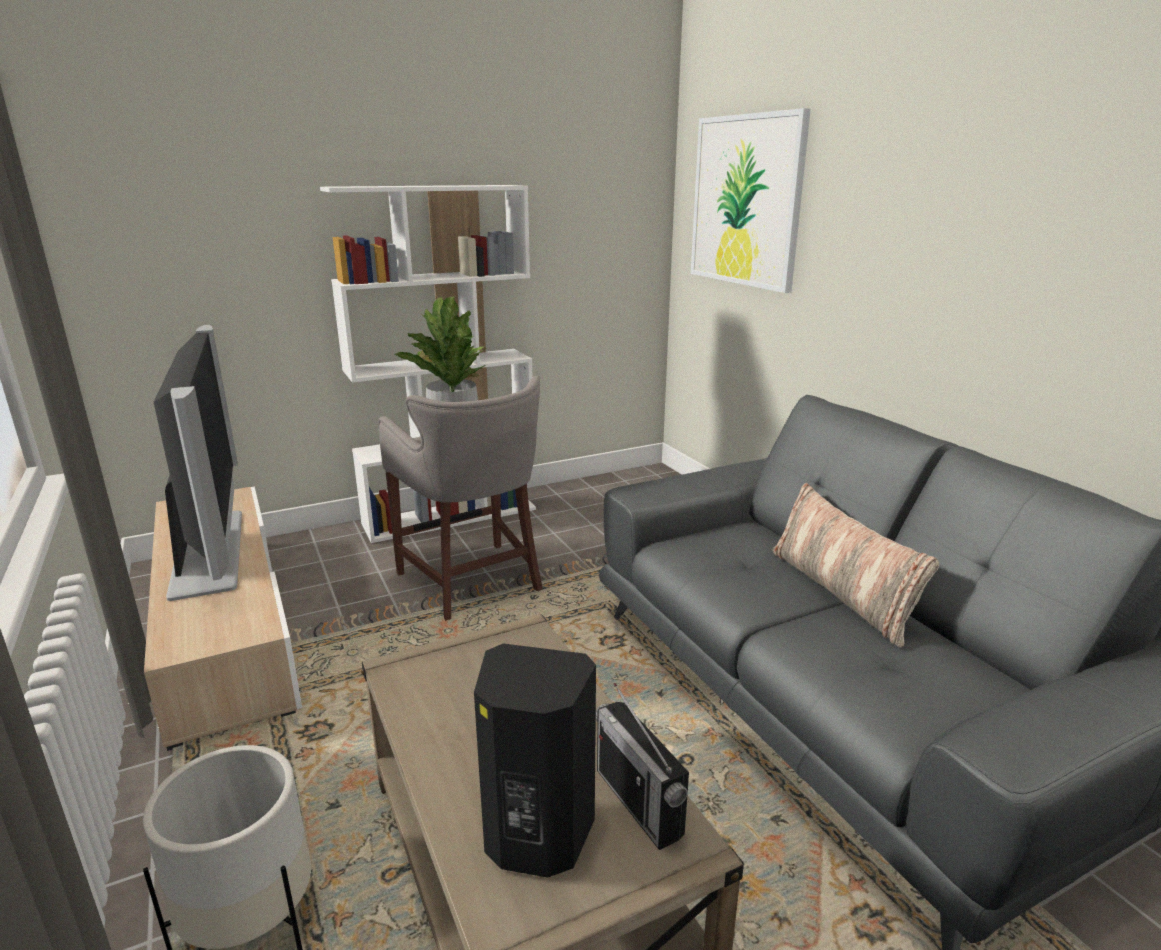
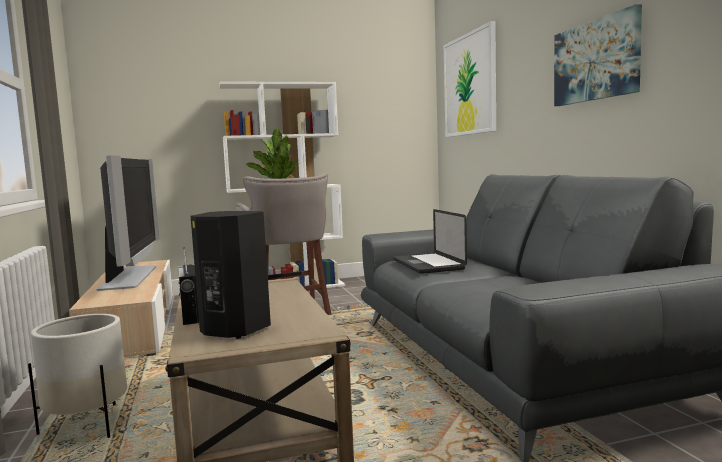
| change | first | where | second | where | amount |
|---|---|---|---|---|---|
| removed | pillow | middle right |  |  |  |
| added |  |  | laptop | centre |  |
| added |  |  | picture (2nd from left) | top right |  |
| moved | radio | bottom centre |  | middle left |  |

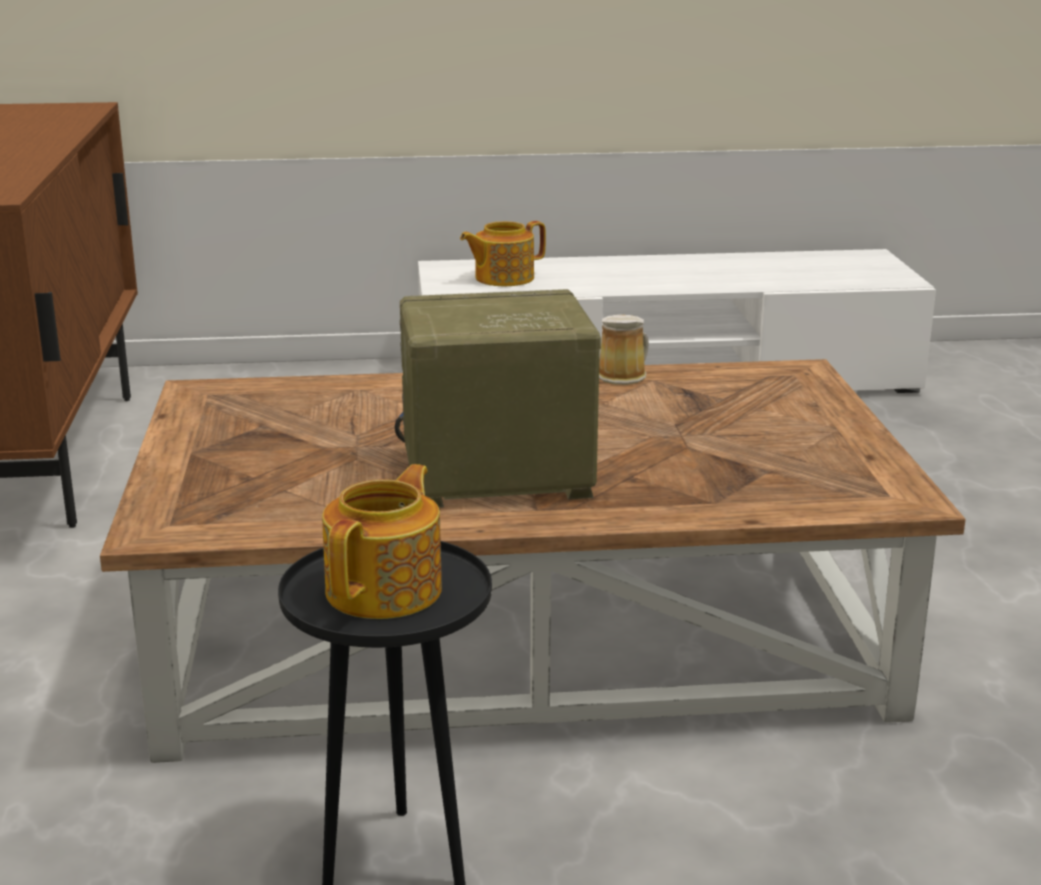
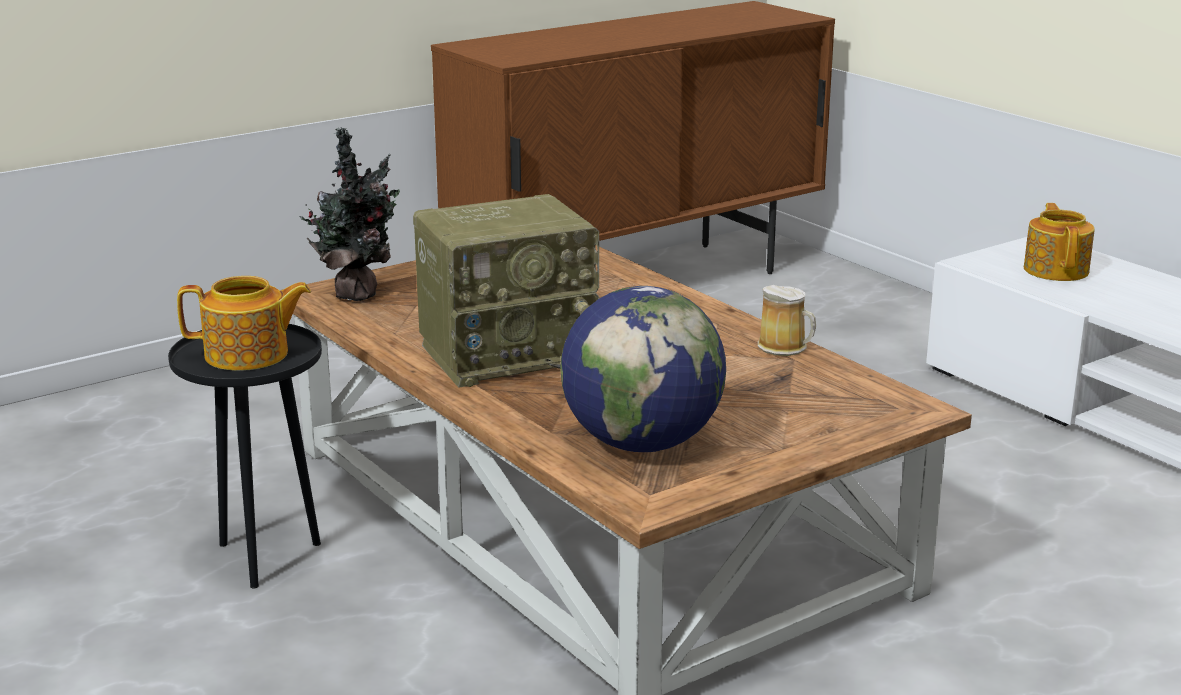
| change | first | where | second | where | amount |
|---|---|---|---|---|---|
| added |  |  | potted_plant | top left |  |
| added |  |  | globe | centre |  |
| turned | radio | centre |  | centre | 105 degrees clockwise |
| turned | teapot (2nd from left) | top centre |  | middle right | 60 degrees clockwise |

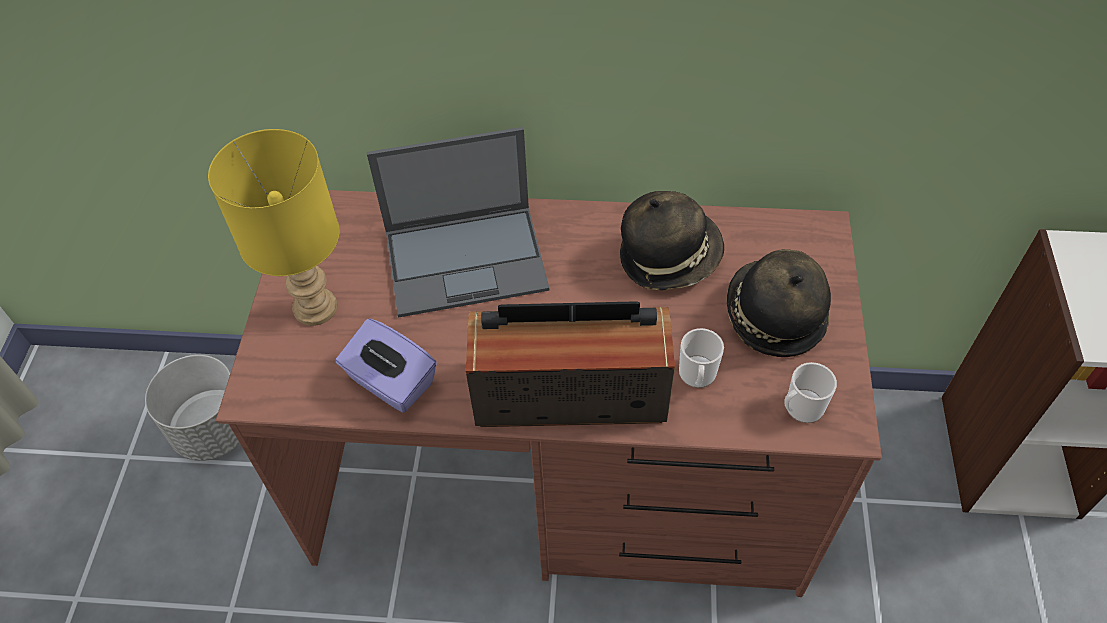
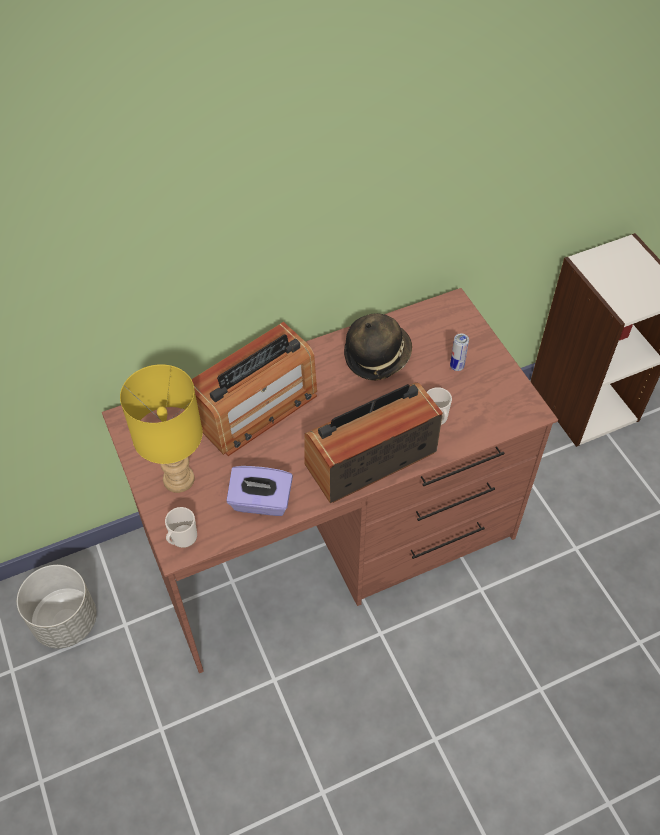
| change | first | where | second | where | amount |
|---|---|---|---|---|---|
| moved | mug (2nd from left in the first image) | middle right | mug (1st from left) | middle left |  |
| replaced | laptop | centre | radio (1st from left) | centre |  |
| replaced | hat (2nd from left) | middle right | can | middle right |  |

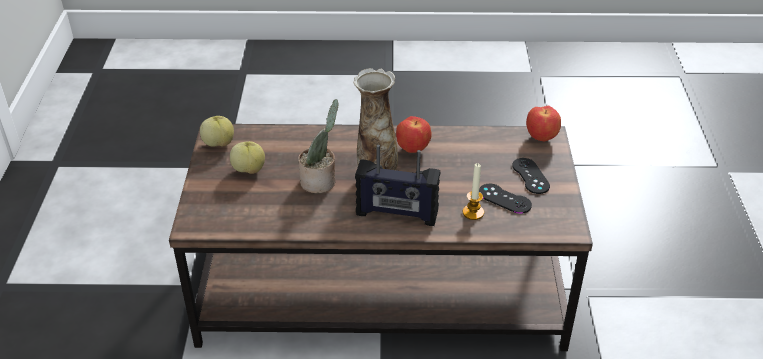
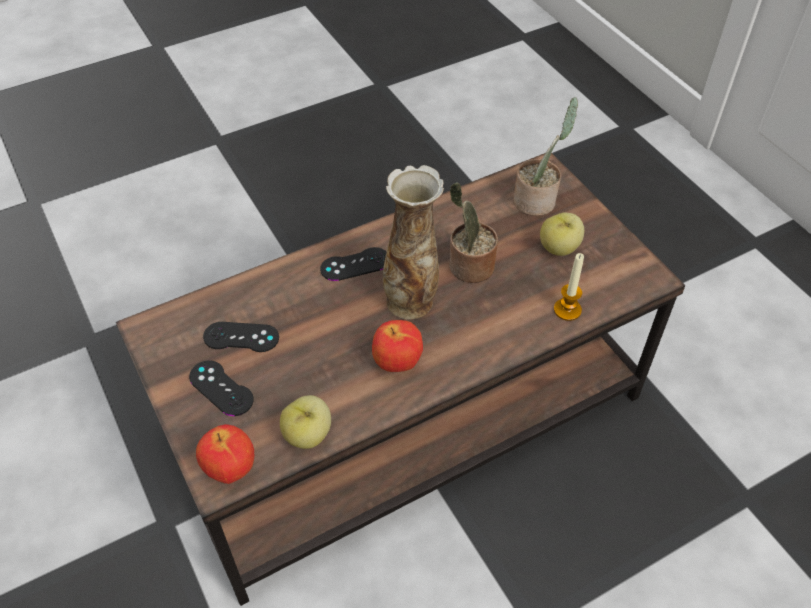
| change | first | where | second | where | amount |
|---|---|---|---|---|---|
| added |  |  | potted_plant (2nd from left) | top right |  |
| moved | apple (1st from left in the first image) | middle left | apple (2nd from left) | bottom centre |  |
| moved | candle | centre |  | middle right |  |
| replaced | radio | centre | black_game_controller (3rd from left) | centre |  |

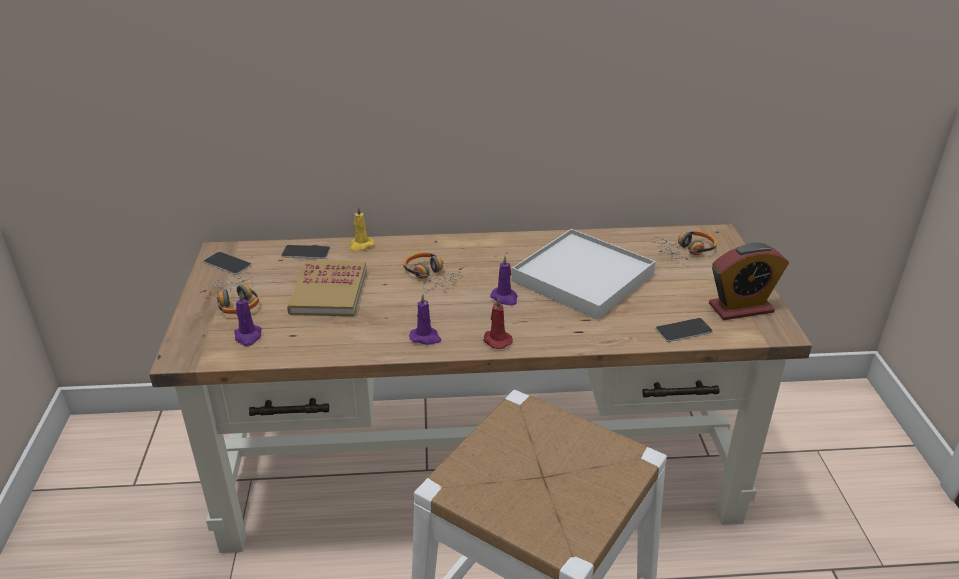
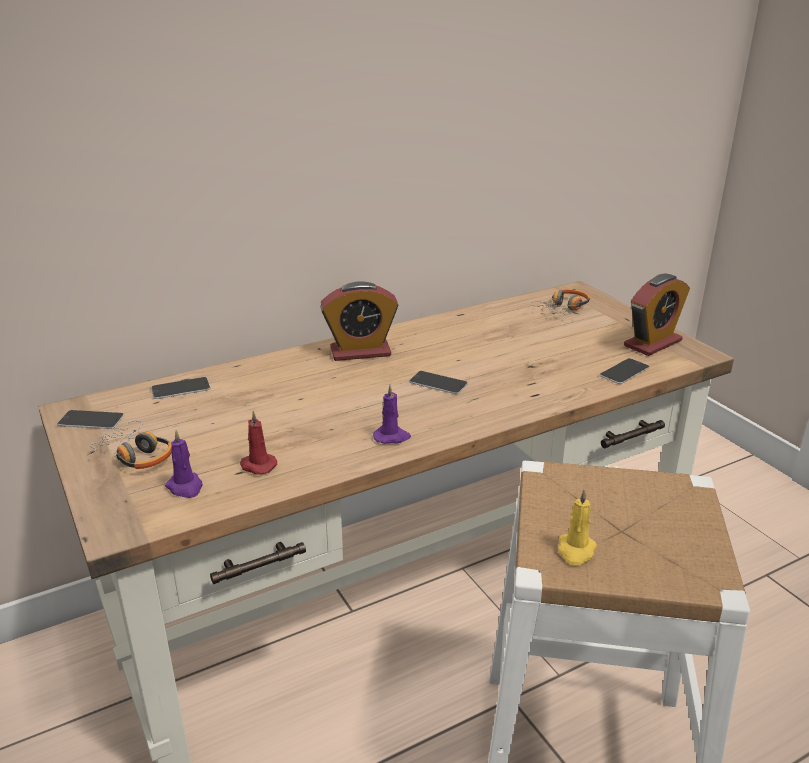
| change | first | where | second | where | amount |
|---|---|---|---|---|---|
| removed | book | centre |  |  |  |
| removed | headphones (2nd from left) | centre |  |  |  |
| removed | white_tray | centre |  |  |  |
| added |  |  | alarm_clock (1st from left) | centre |  |
| moved | yellow_candle | centre |  | bottom right |  |
| moved | red_candle | centre |  | middle left |  |
| replaced | purple_candle (3rd from left) | centre | phone (3rd from left) | centre |  |

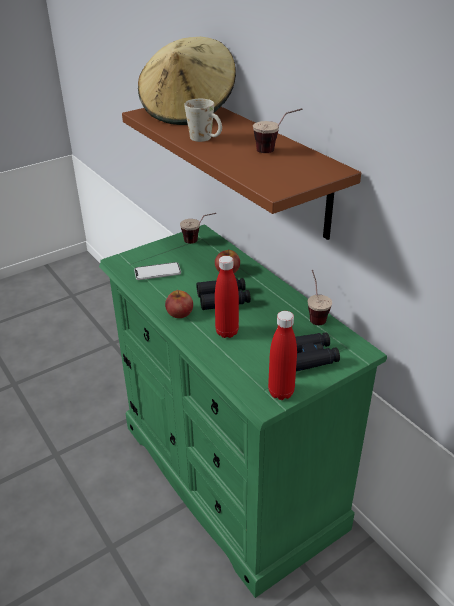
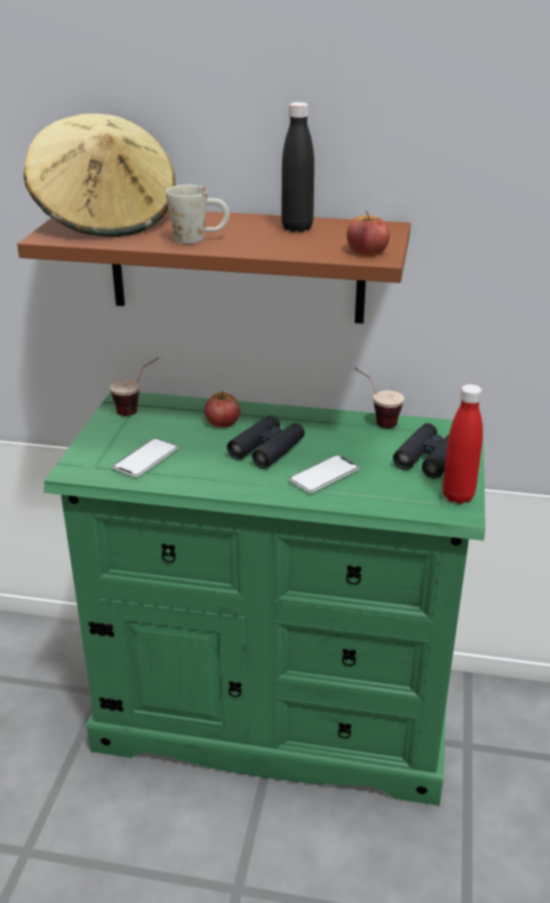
| change | first | where | second | where | amount |
|---|---|---|---|---|---|
| moved | apple (1st from left in the first image) | centre | apple (2nd from left) | top right |  |
| replaced | red_bottle (1st from left) | centre | phone (2nd from left) | centre |  |
| replaced | cup (2nd from left) | top centre | black_bottle | top centre |  |

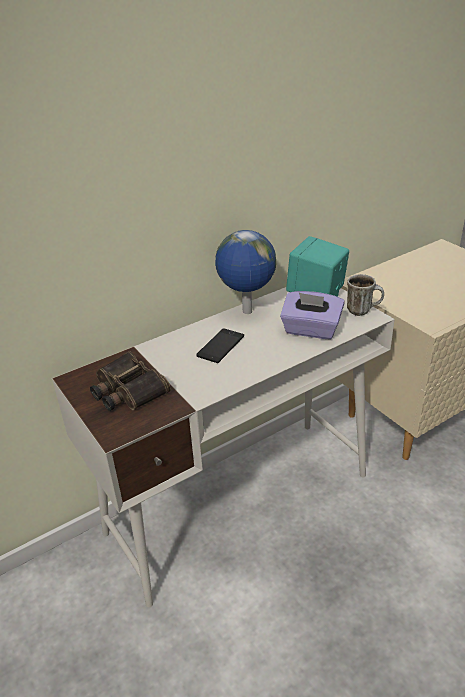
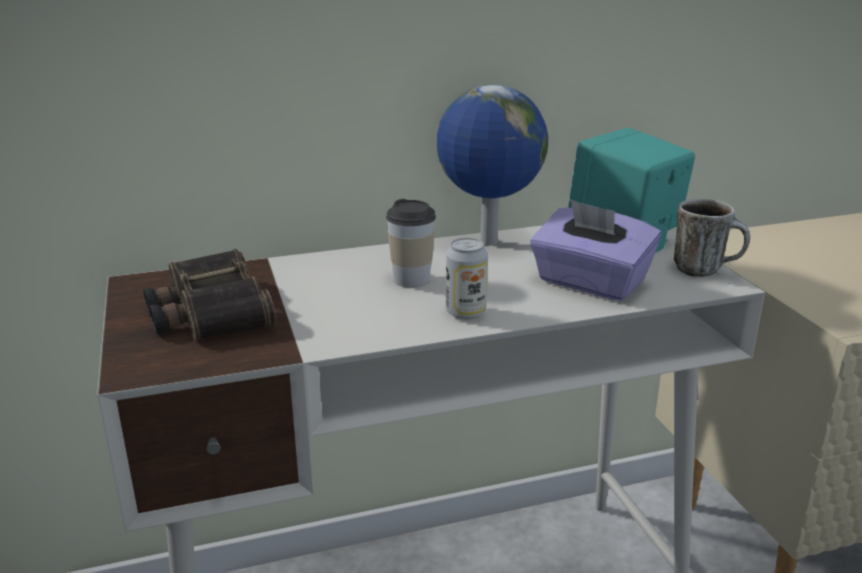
| change | first | where | second | where | amount |
|---|---|---|---|---|---|
| added |  |  | can | centre |  |
| replaced | phone | centre | cup | centre |  |

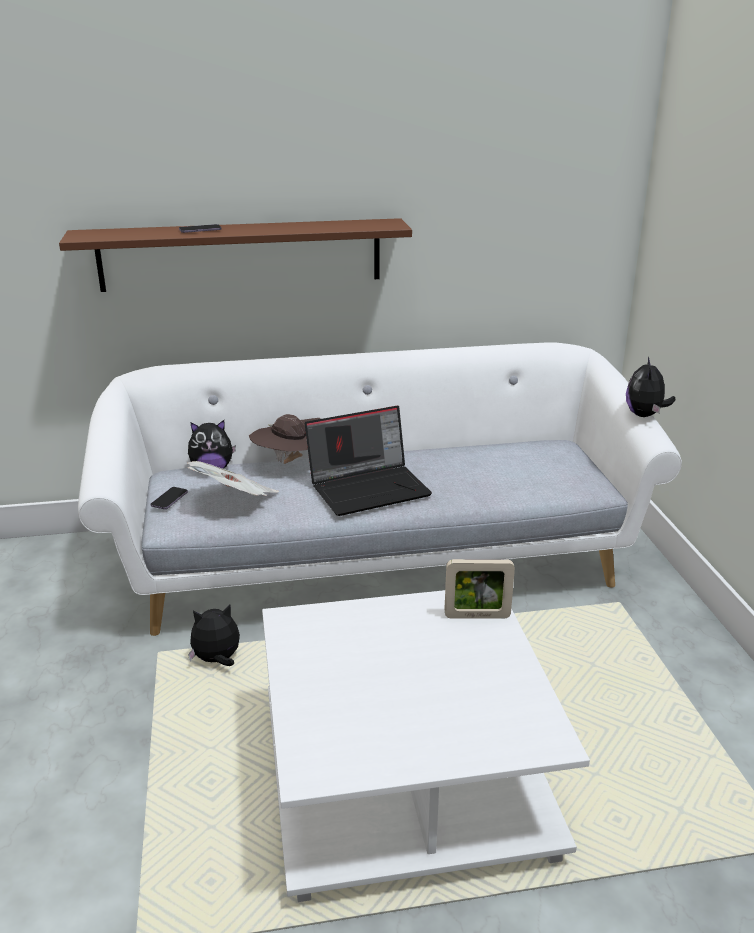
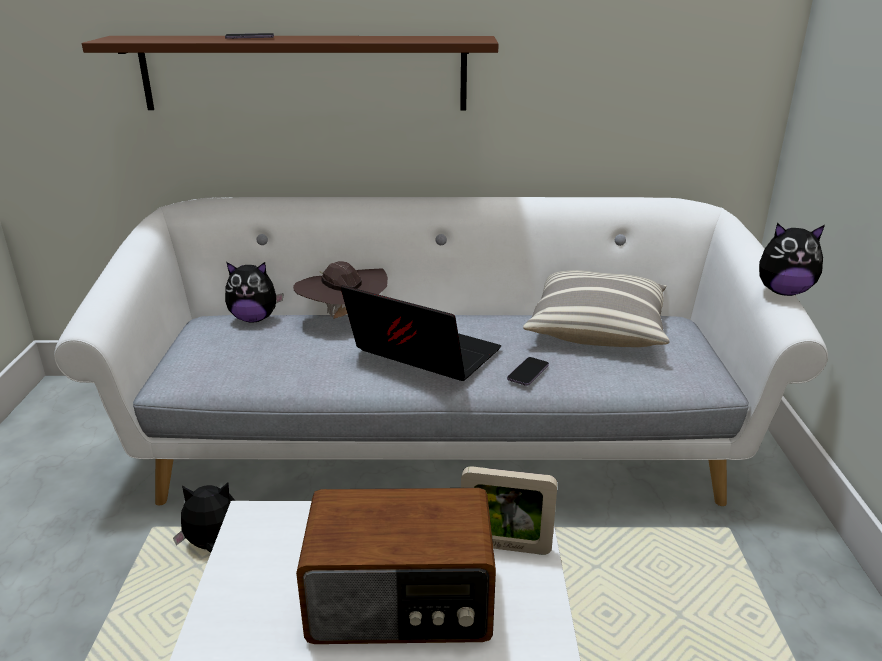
| change | first | where | second | where | amount |
|---|---|---|---|---|---|
| removed | newspaper | middle left |  |  |  |
| added |  |  | radio | bottom centre |  |
| added |  |  | pillow | middle right |  |
| moved | phone (1st from left in the first image) | middle left | phone (2nd from left) | centre |  |
| turned | laptop | centre |  | centre | 135 degrees counterclockwise |
| turned | plush_toy (3rd from left) | middle right |  | middle right | 105 degrees counterclockwise |

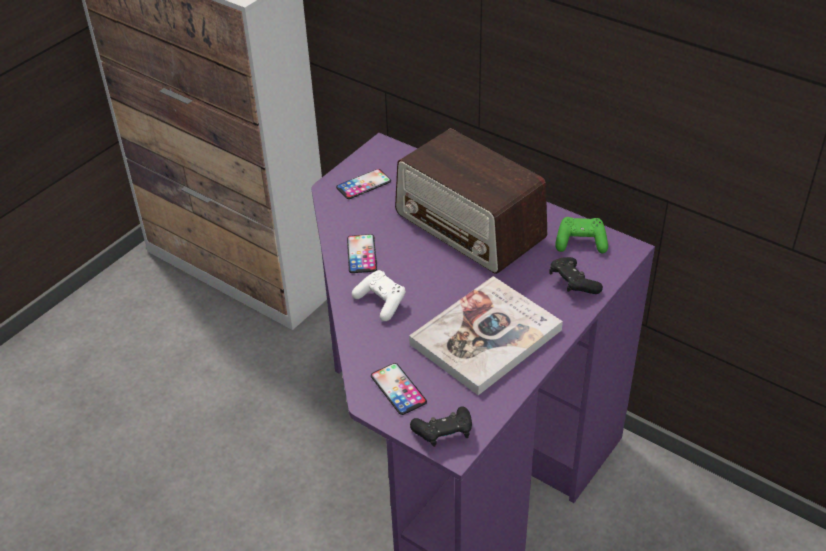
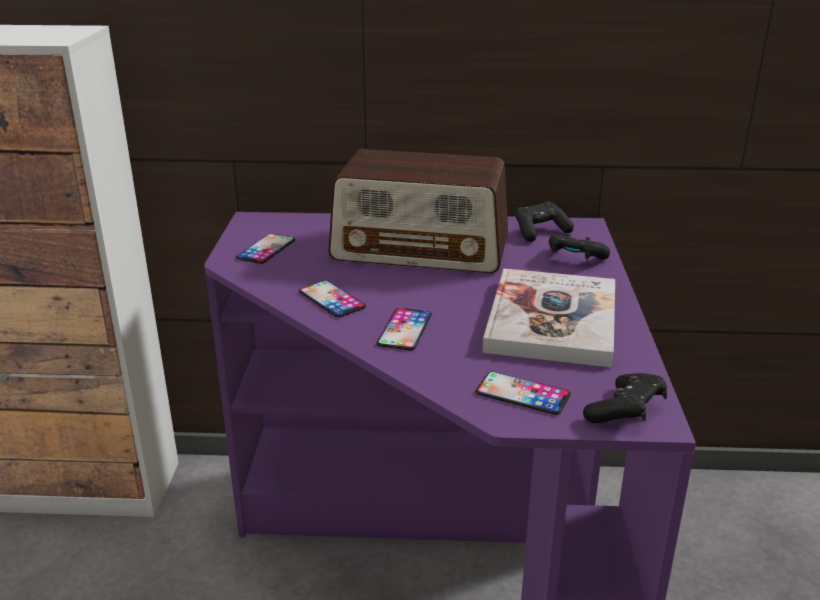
| change | first | where | second | where | amount |
|---|---|---|---|---|---|
| replaced | white_game_controller | centre | phone (3rd from left) | centre |  |
| recoloured | green_game_controller | middle right | black_game_controller (1st from left) | centre |  |

